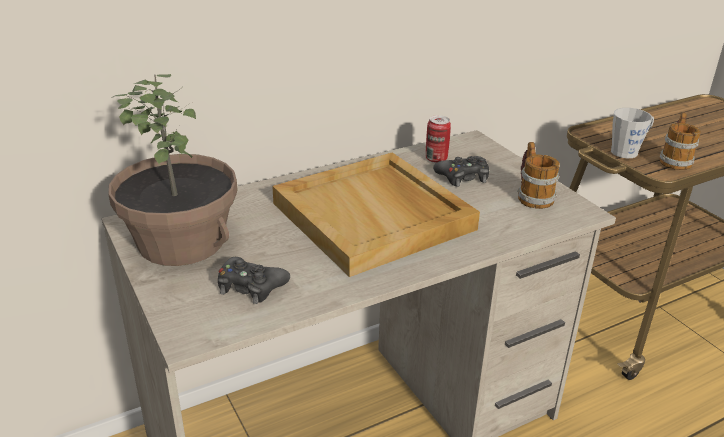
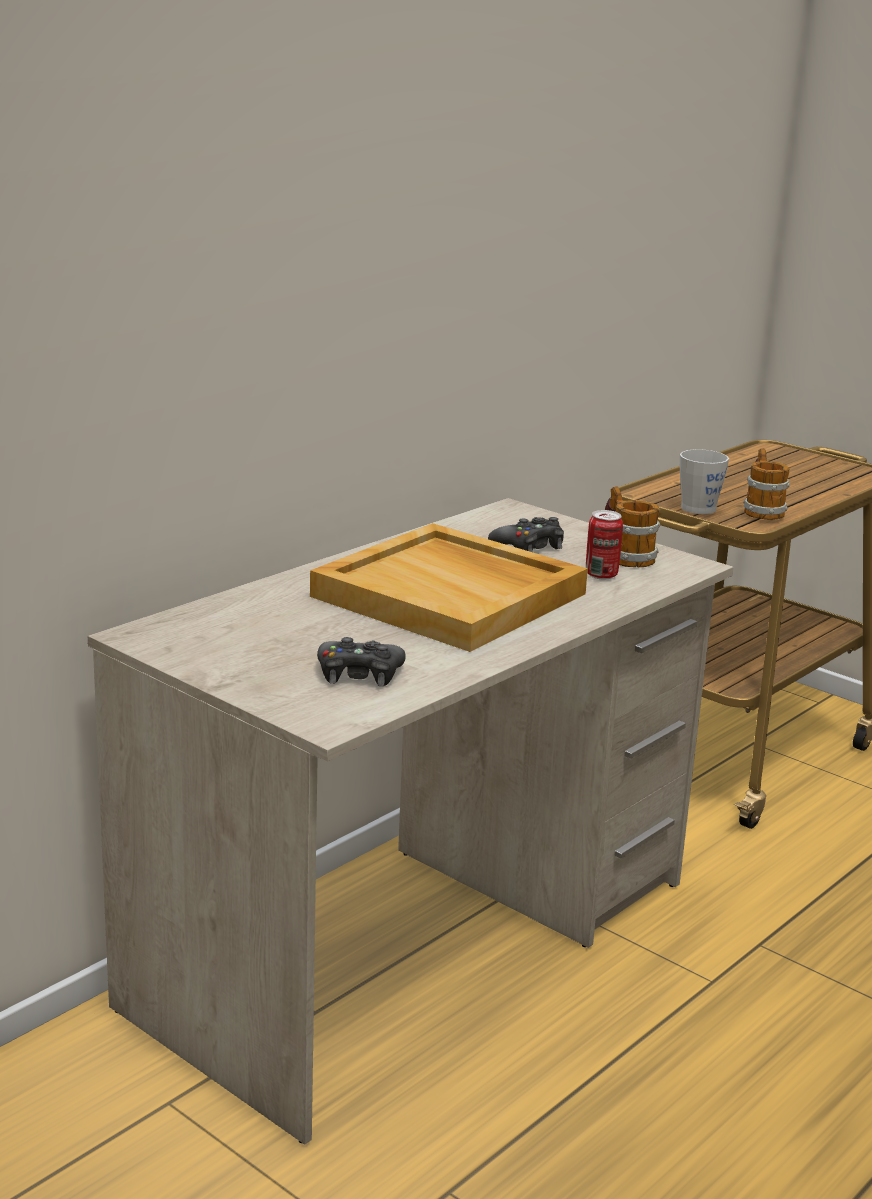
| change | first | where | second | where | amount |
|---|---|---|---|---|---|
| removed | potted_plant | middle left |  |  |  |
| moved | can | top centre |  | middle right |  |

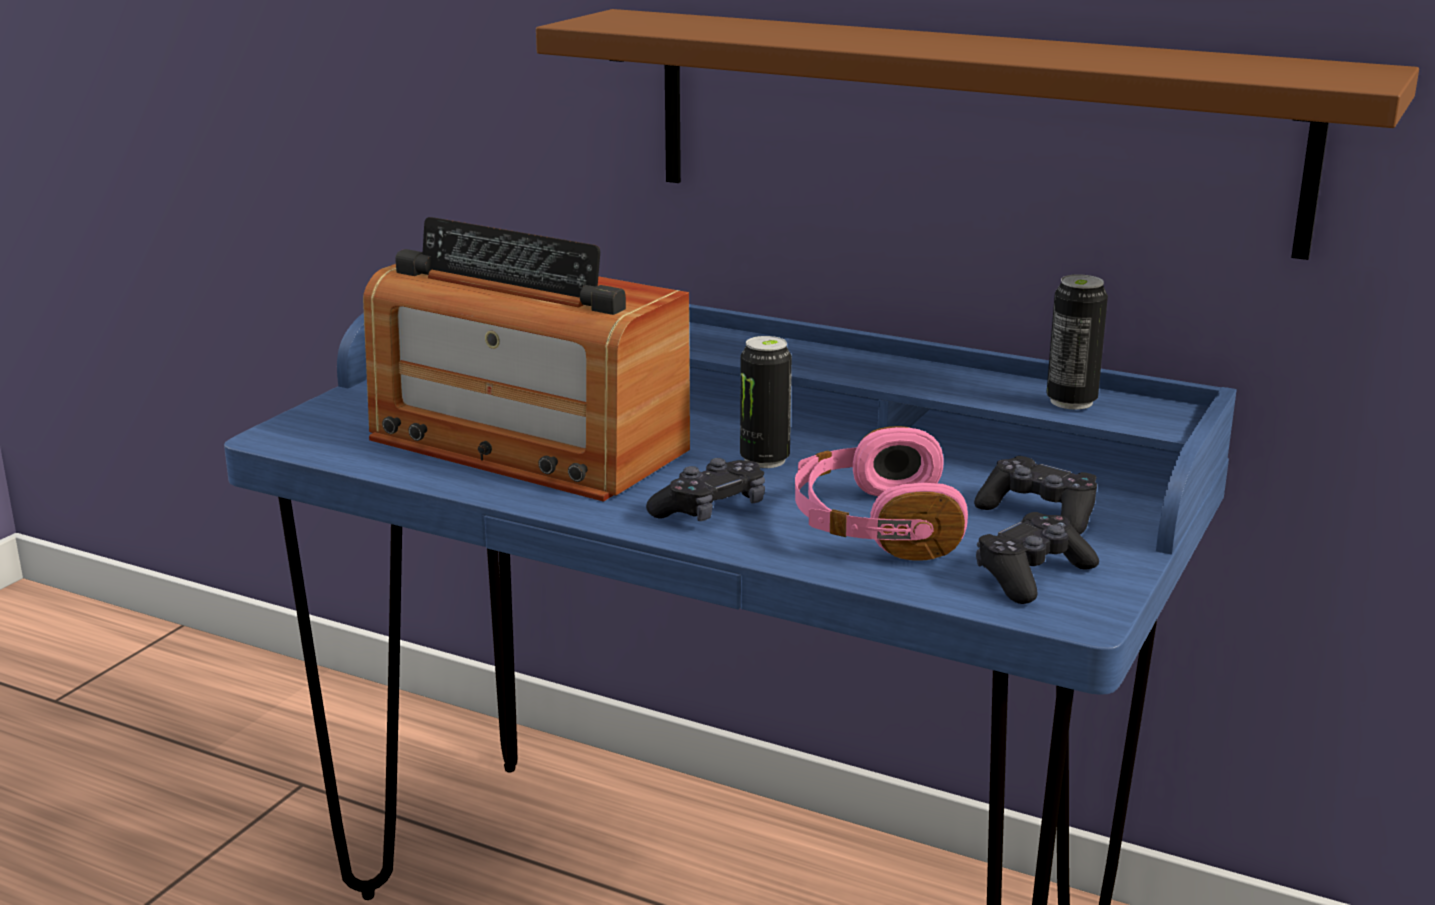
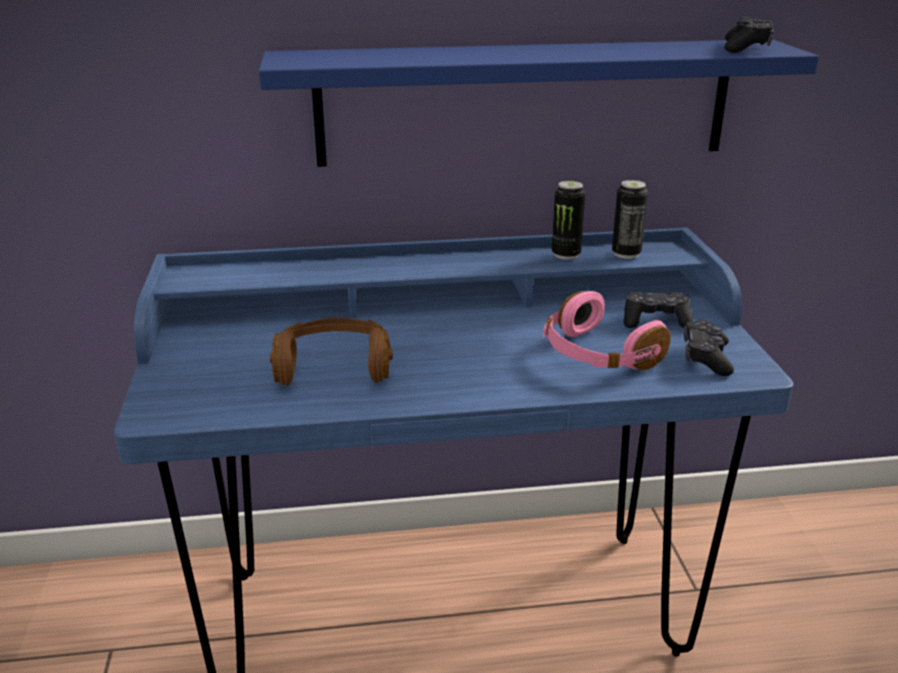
| change | first | where | second | where | amount |
|---|---|---|---|---|---|
| moved | black_game_controller (1st from left in the first image) | centre | black_game_controller (3rd from left) | top right |  |
| moved | can (1st from left) | centre |  | top centre |  |
| replaced | radio | centre | brown_headphones | centre |  |
| recoloured | brown_shelf | top right | blue_shelf | top centre |  |

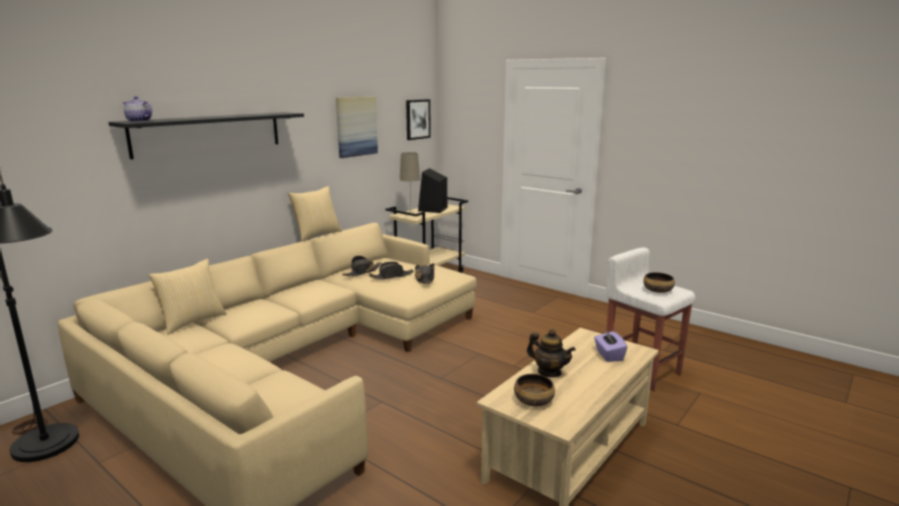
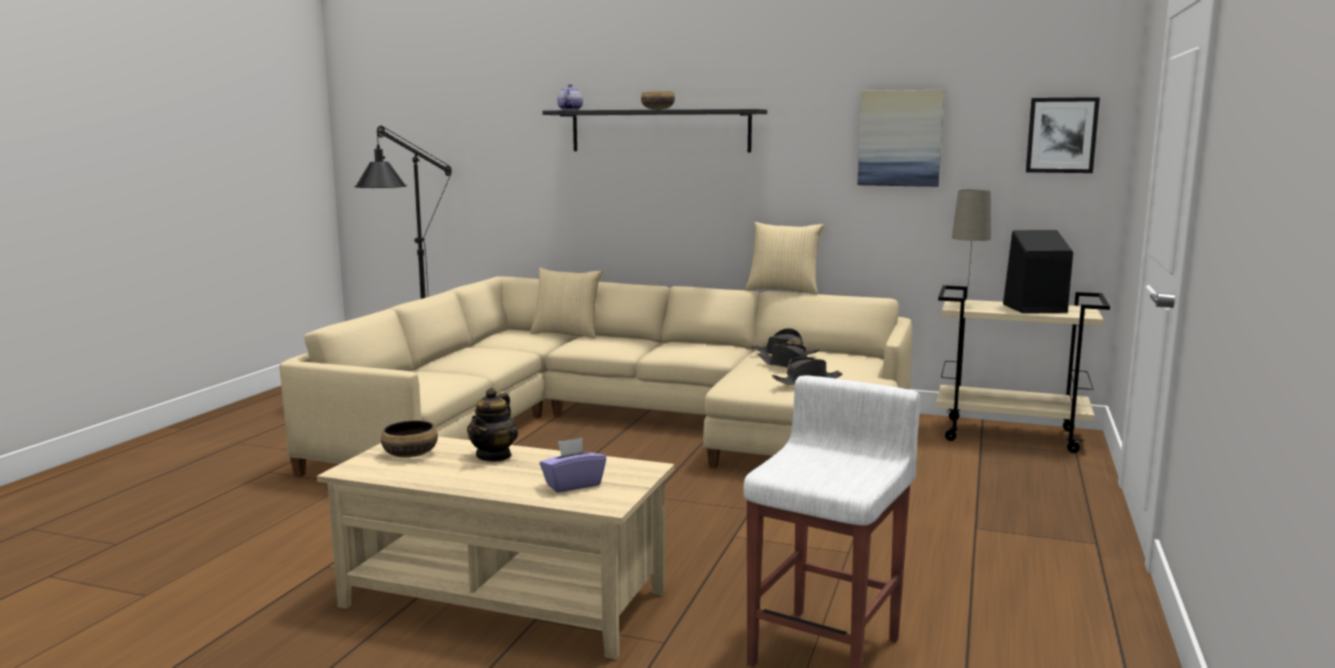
| change | first | where | second | where | amount |
|---|---|---|---|---|---|
| moved | bowl (2nd from left) | middle right |  | top centre |  |

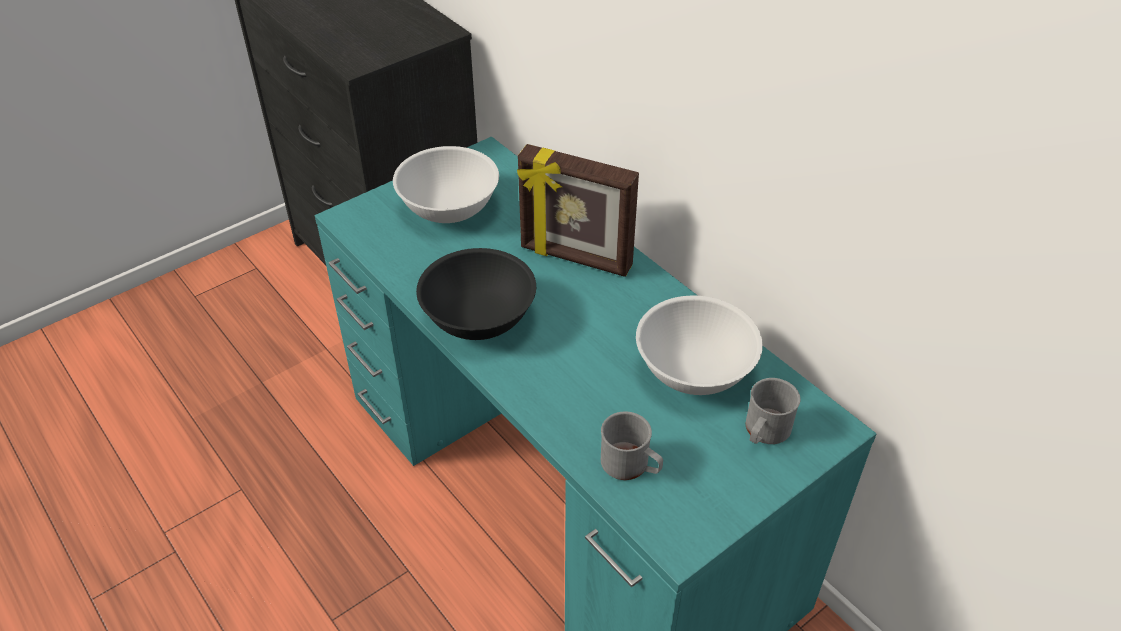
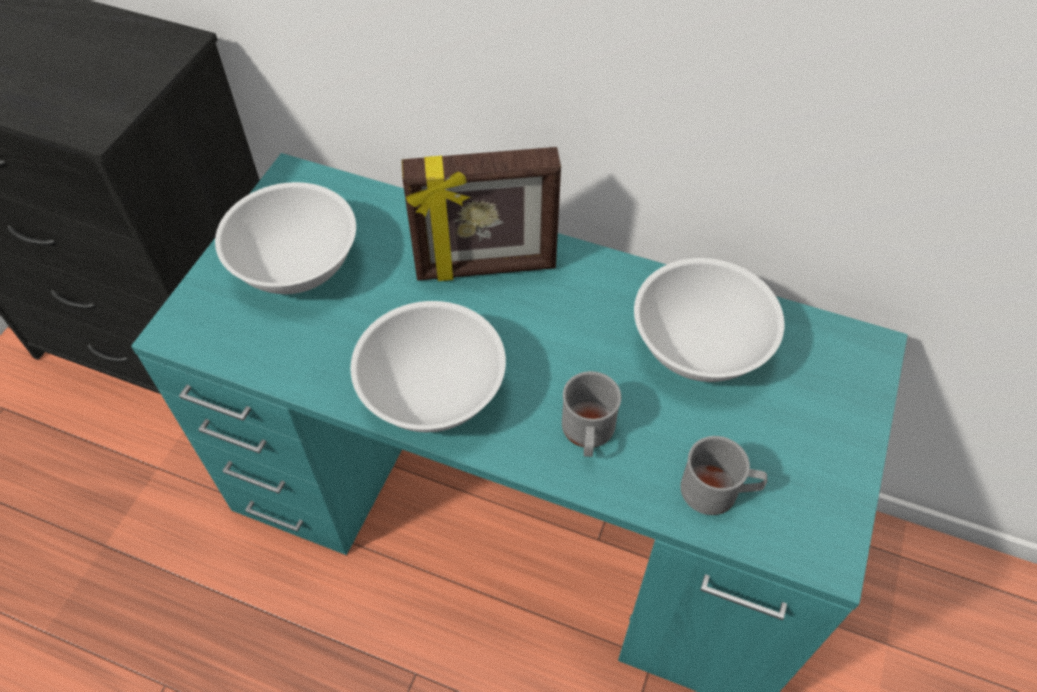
| change | first | where | second | where | amount |
|---|---|---|---|---|---|
| moved | grey_mug (2nd from left in the first image) | middle right | grey_mug (1st from left) | centre |  |
| recoloured | black_bowl | centre | white_bowl (2nd from left) | centre |  |

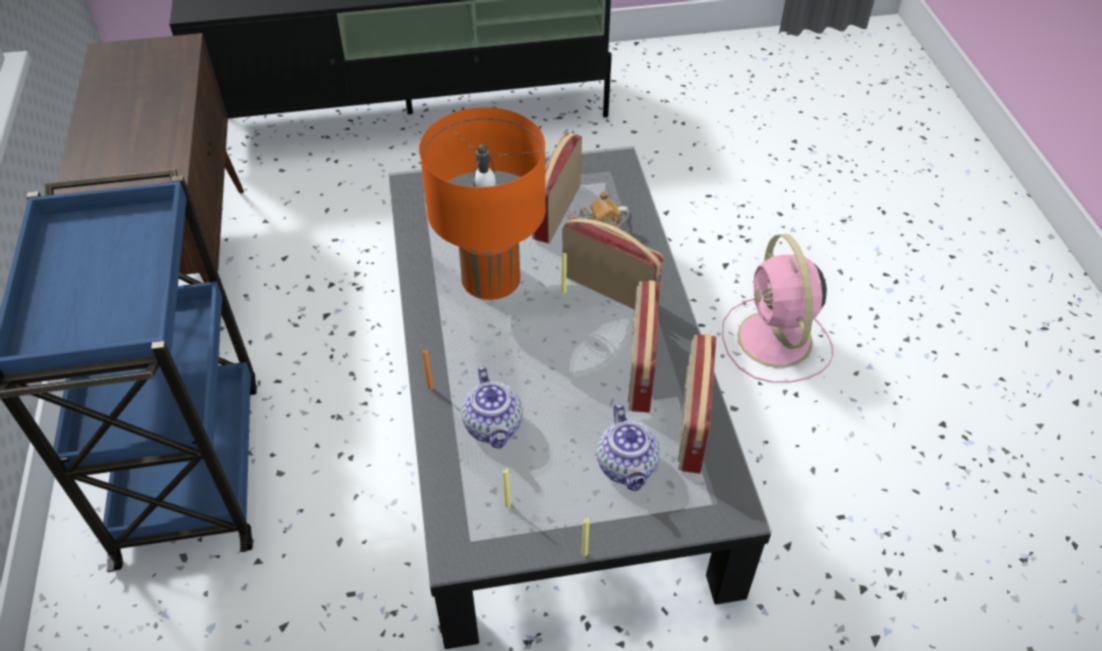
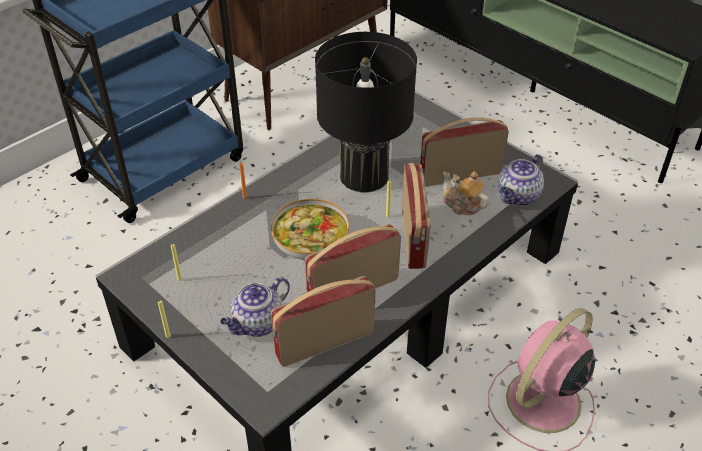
| change | first | where | second | where | amount |
|---|---|---|---|---|---|
| added |  |  | bowl | centre |  |
| moved | teapot (1st from left in the first image) | centre | teapot (3rd from left) | middle right |  |
| recoloured | orange_table_lamp | top centre | black_table_lamp | top centre |  |

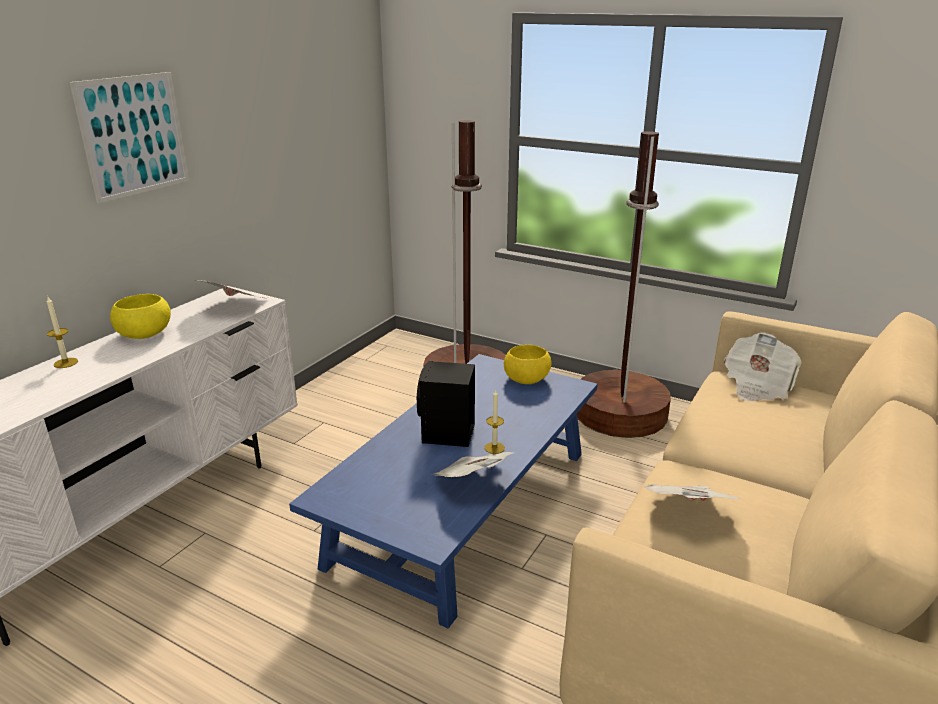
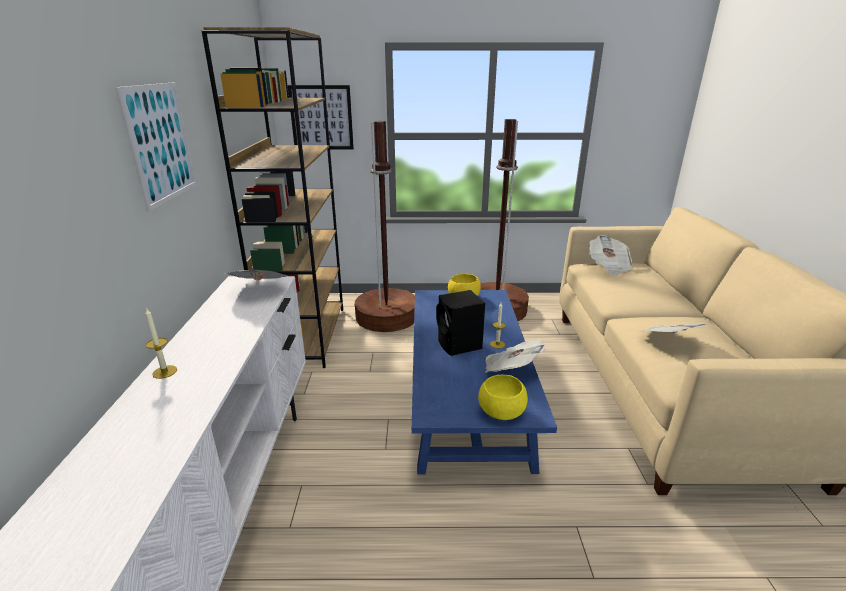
| change | first | where | second | where | amount |
|---|---|---|---|---|---|
| added |  |  | brown_bookcase | middle left |  |
| added |  |  | picture (2nd from left) | top centre |  |
| moved | yellow_bowl (1st from left in the first image) | middle left | yellow_bowl (2nd from left) | bottom centre |  |

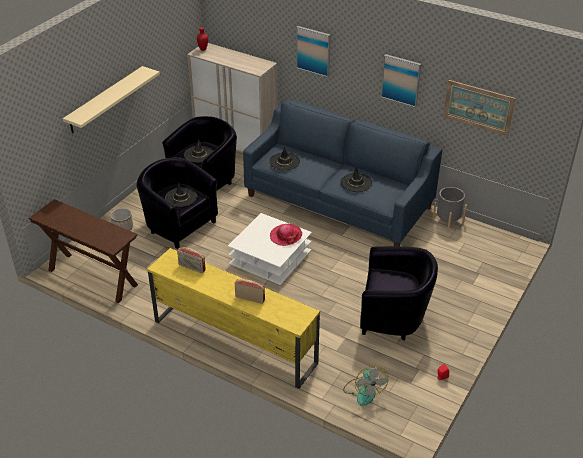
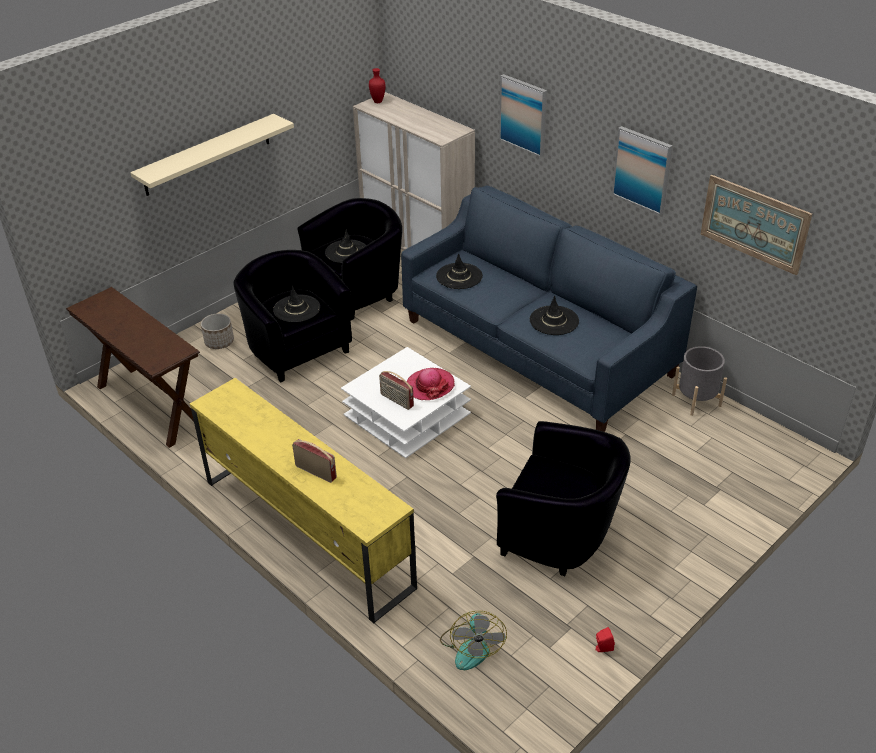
| change | first | where | second | where | amount |
|---|---|---|---|---|---|
| moved | radio (1st from left in the first image) | middle left | radio (2nd from left) | centre |  |

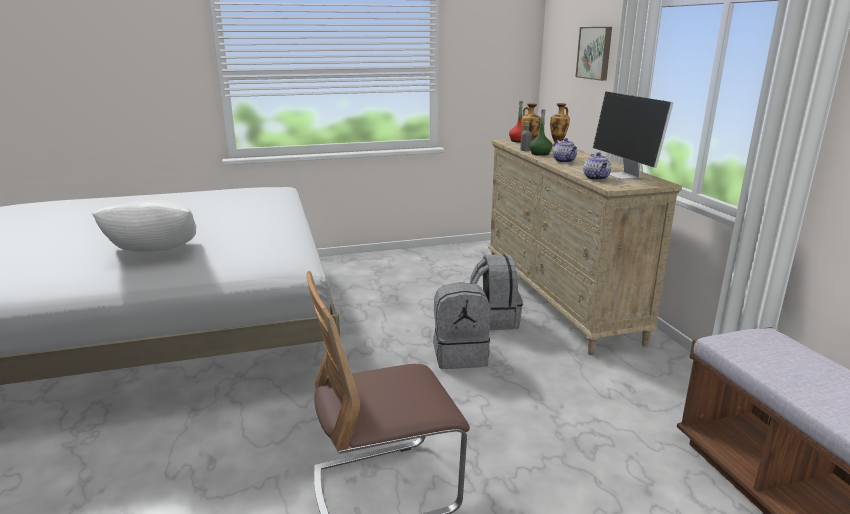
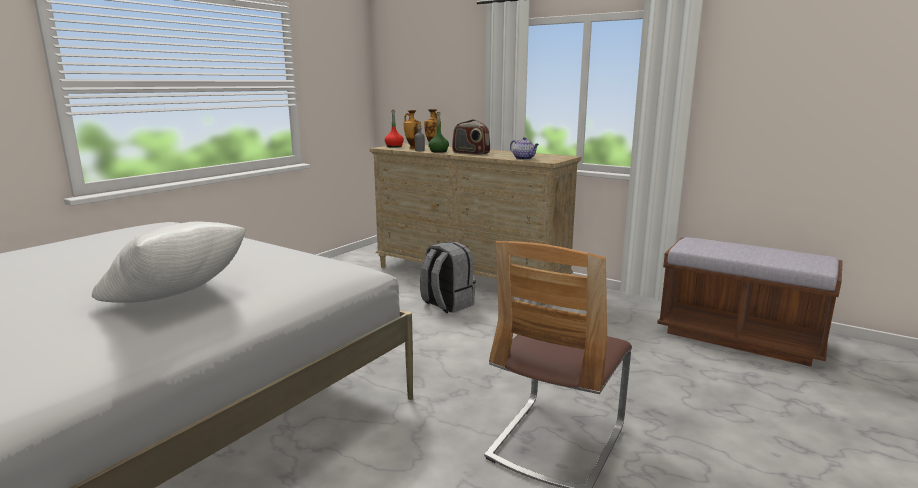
| change | first | where | second | where | amount |
|---|---|---|---|---|---|
| removed | grey_backpack (1st from left) | centre |  |  |  |
| removed | picture | top right |  |  |  |
| removed | monitor | top right |  |  |  |
| replaced | teapot (1st from left) | top centre | radio | top centre |  |

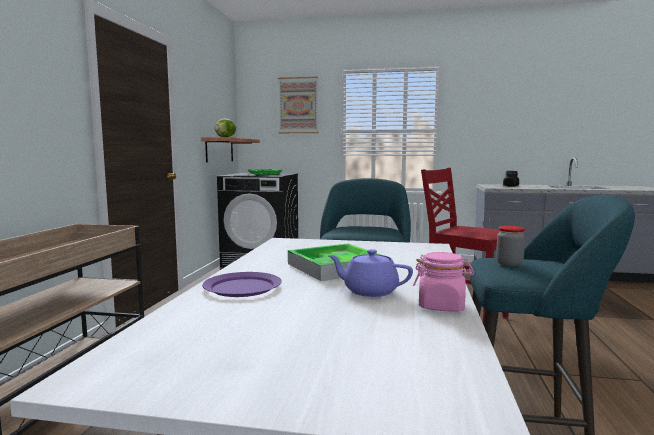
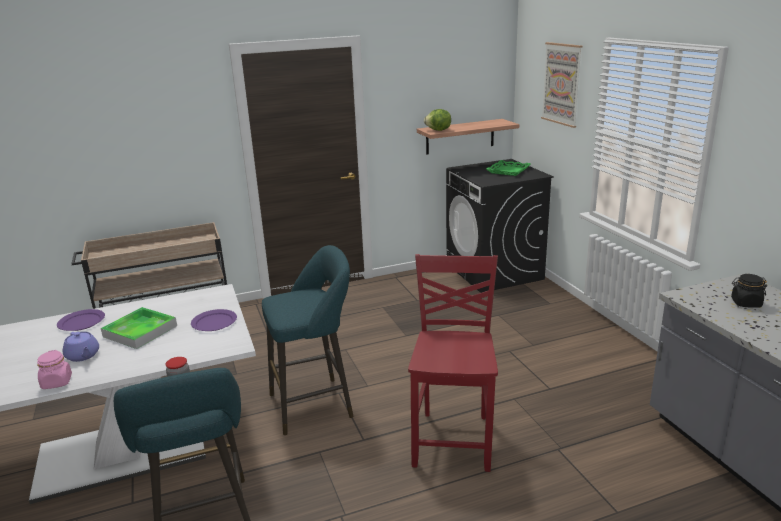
| change | first | where | second | where | amount |
|---|---|---|---|---|---|
| added |  |  | purple_plate (2nd from left) | middle left |  |
| turned | purple_teapot | centre |  | middle left | 150 degrees clockwise |

